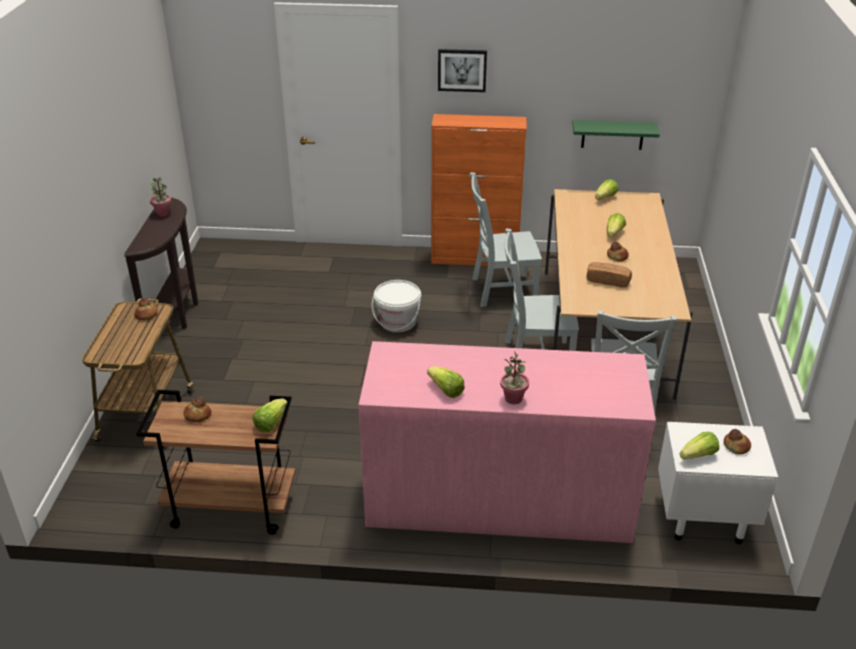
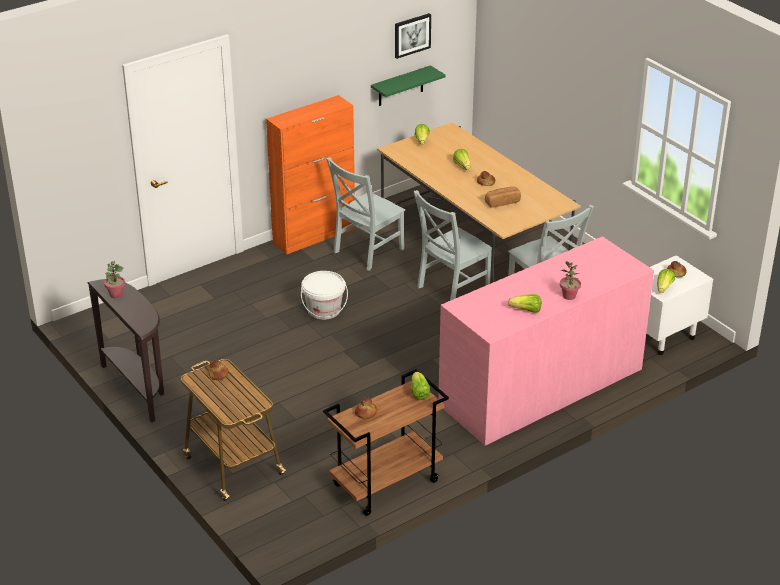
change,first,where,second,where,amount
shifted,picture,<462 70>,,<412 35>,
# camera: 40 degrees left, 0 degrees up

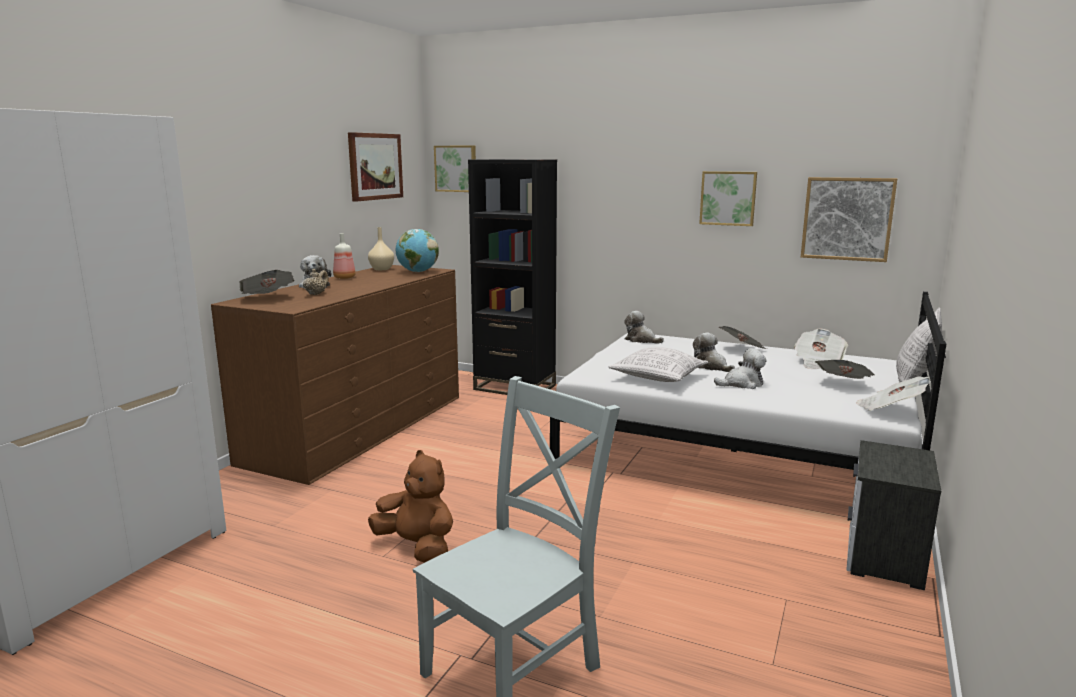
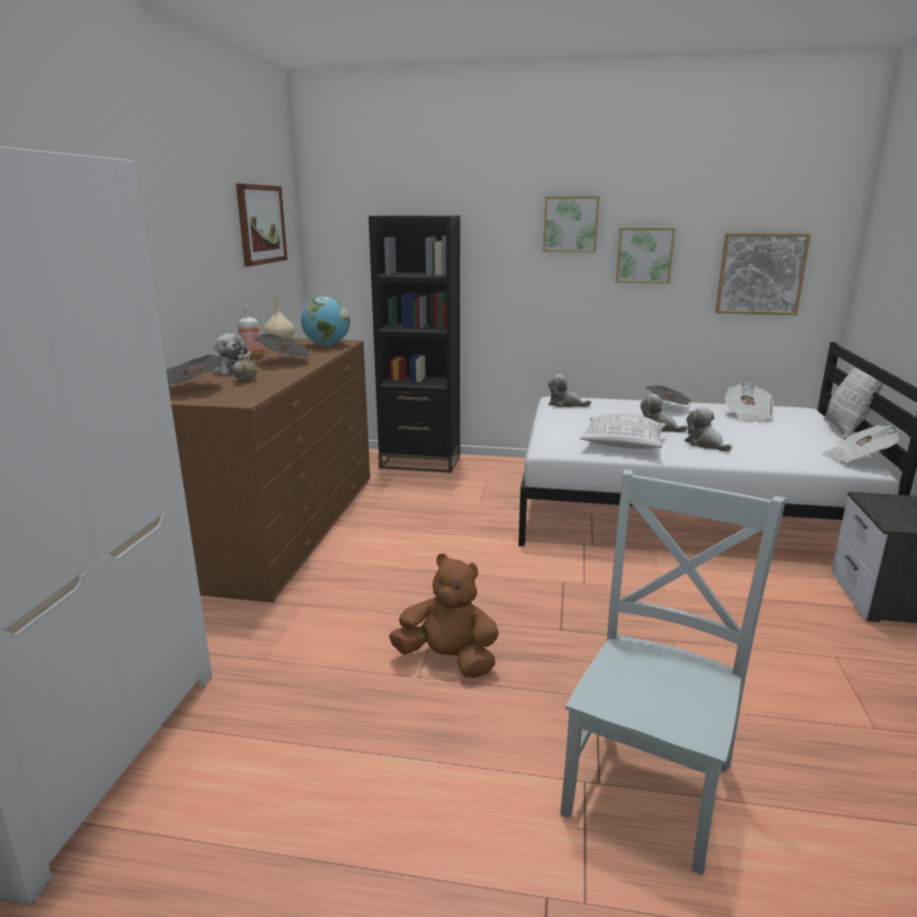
change,first,where,second,where,amount
shifted,picture,<456 168>,,<570 224>,
shifted,printed paper,<843 384>,,<286 361>,
rotated,soft toy,<742 384>,,<705 444>,90 degrees counterclockwise
# camera: 15 degrees left, 5 degrees up

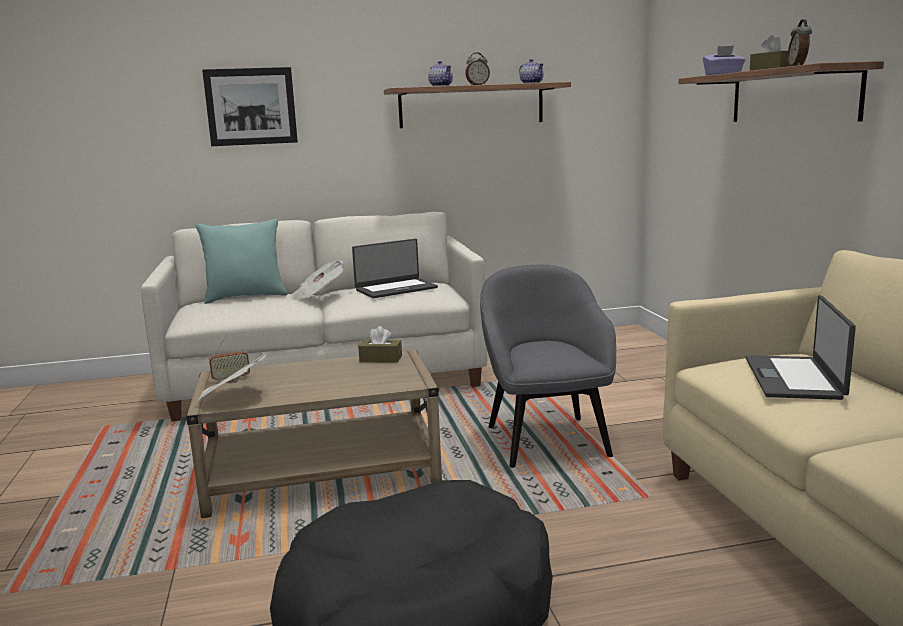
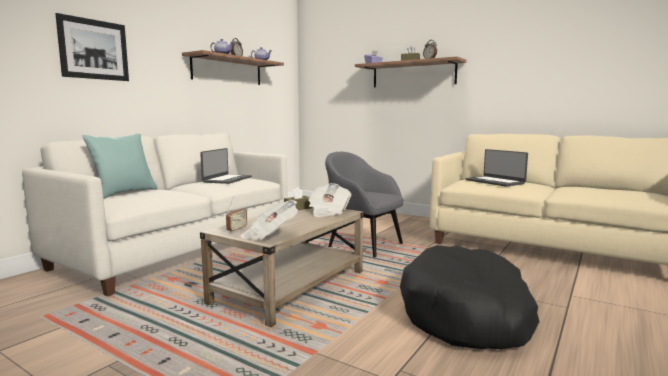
change,first,where,second,where,amount
shifted,printed paper,<318 294>,,<328 212>,
# camera: 45 degrees left, 5 degrees down

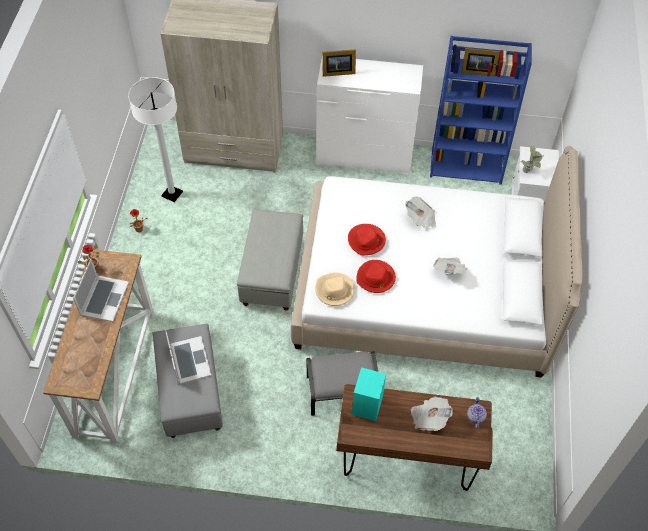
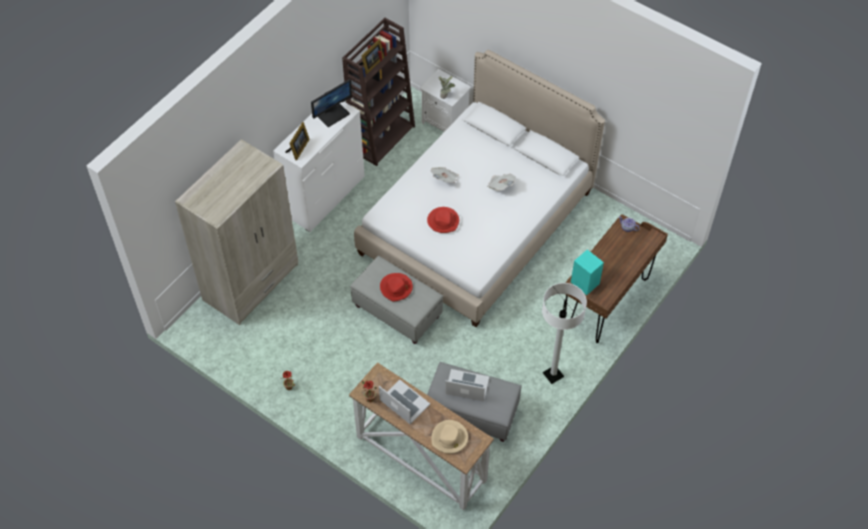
change,first,where,second,where,amount
gone,ottoman (gray),<341 393>,,,
gone,printed paper,<429 418>,,,
new,,,computer display,<333 115>,
shifted,floor lamp (whitish),<172 194>,,<553 375>,
shifted,hat (beige),<334 290>,,<449 438>,
shifted,hat (reddish),<376 278>,,<396 288>,
repainted,bookshelf (bluish),<467 166>,bookshelf (brown-coloured),<382 137>,
# camera: 60 degrees left, 0 degrees up

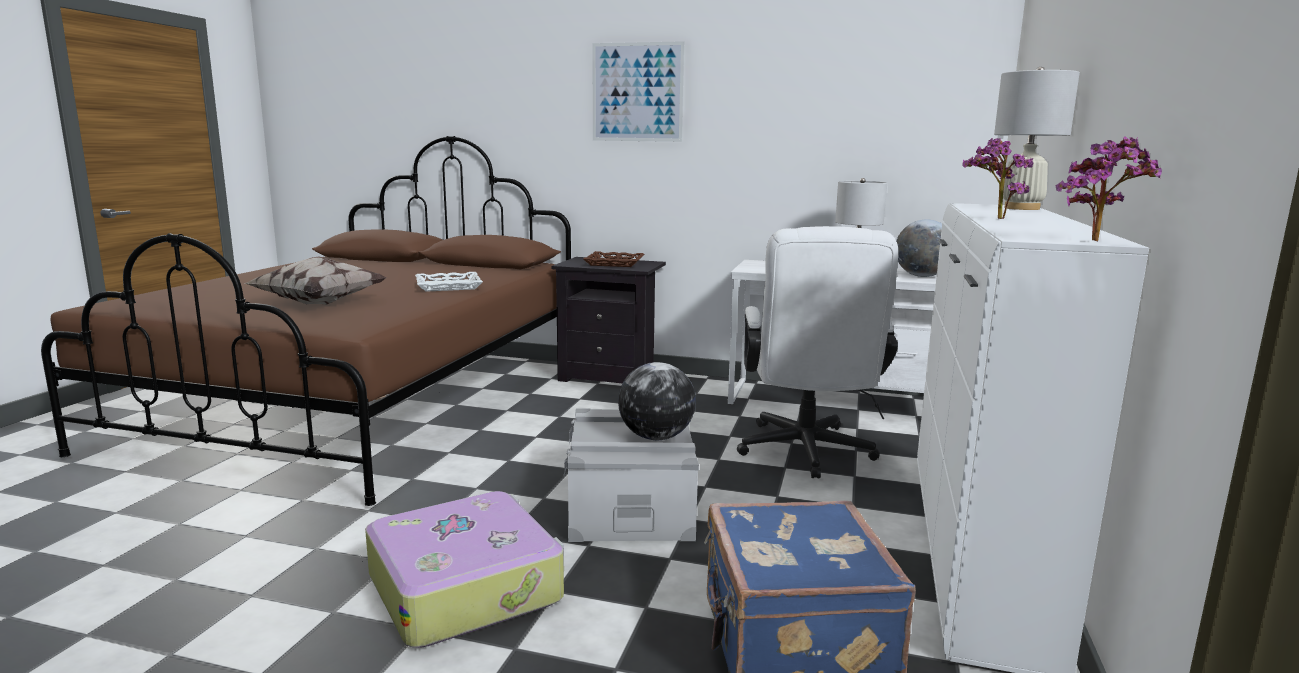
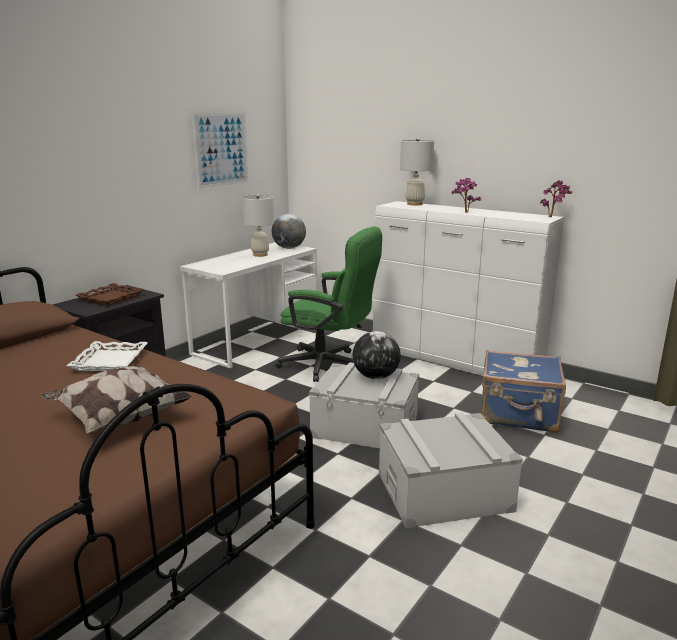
change,first,where,second,where,amount
shifted,picture,<637 92>,,<221 149>,
swapped,suitcase,<466 586>,storage bin (gray),<443 492>,
repainted,office chair (whitish),<806 454>,office chair (green-coloured),<329 366>,
# camera: 70 degrees left, 5 degrees up

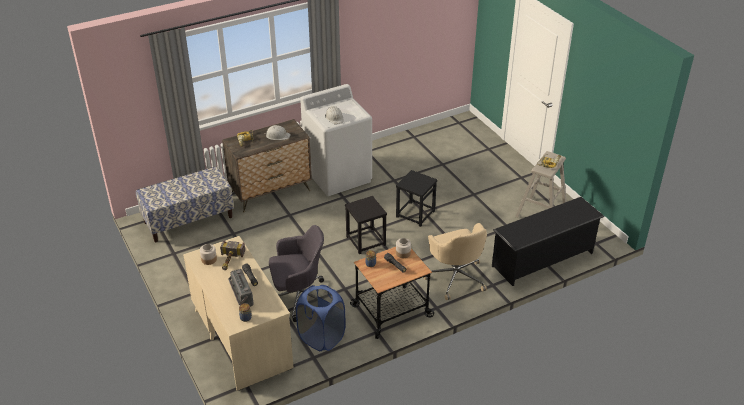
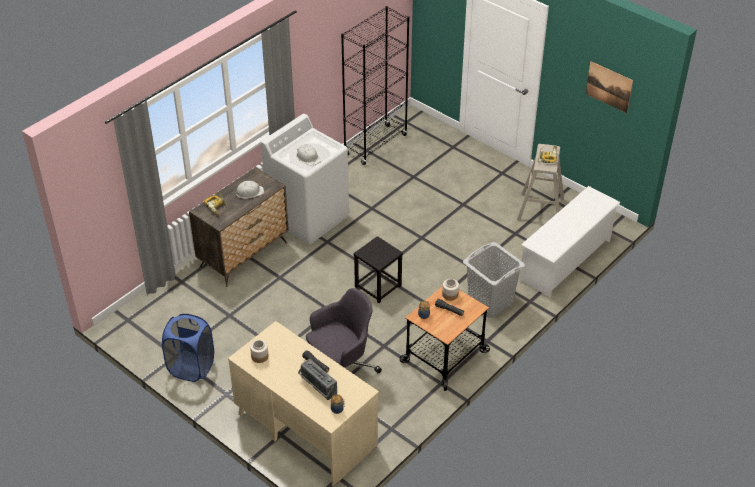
change,first,where,second,where,amount
gone,bench,<188 219>,,,
gone,tool hammer,<229 261>,,,
gone,stool (blackish),<415 214>,,,
new,,,bookshelf (blackish),<375 145>,
new,,,picture,<609 87>,
shifted,laundry basket (bluish),<321 337>,,<191 367>,
swapped,office chair (beige),<455 277>,laundry basket (gray),<490 303>,
repainted,shoe shelf (blackish),<543 259>,shoe shelf (whitish),<566 260>,
# camera: 20 degrees left, 5 degrees up

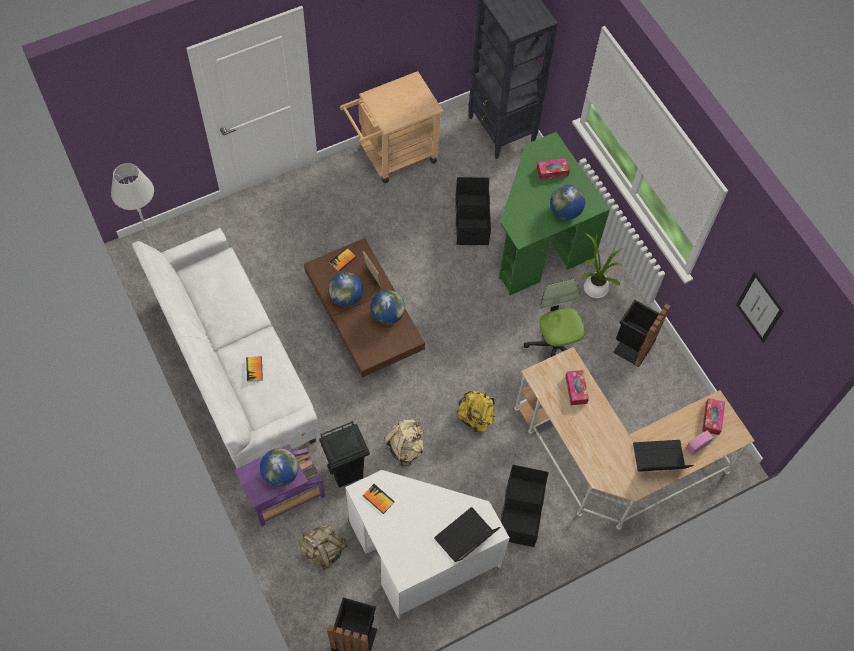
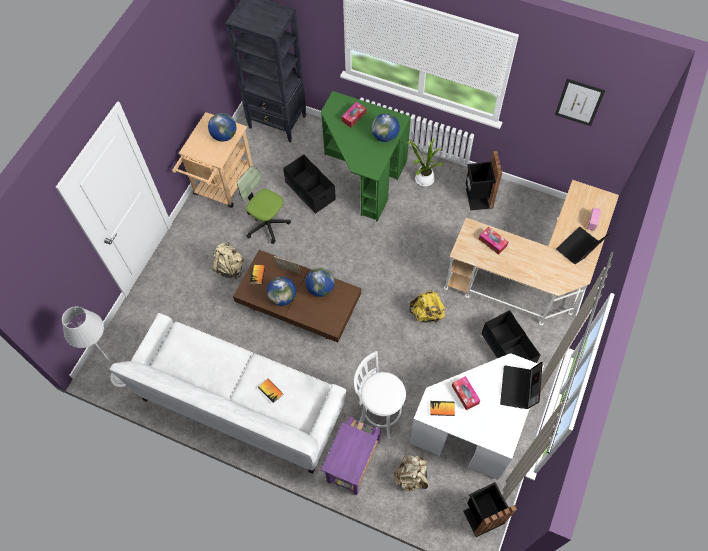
change,first,where,second,where,amount
shifted,world globe,<280 474>,,<224 136>,
shifted,rucksack (beige),<405 447>,,<230 267>,
shifted,office chair,<554 346>,,<267 224>,
shifted,tissue holder,<712 418>,,<465 394>,
swapped,trash can (blackish),<347 472>,stool (whitish),<379 413>,
# camera: 35 degrees left, 0 degrees up

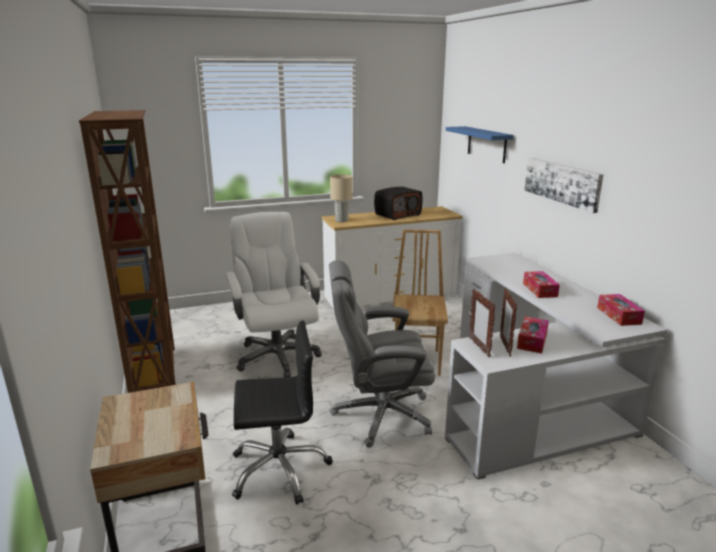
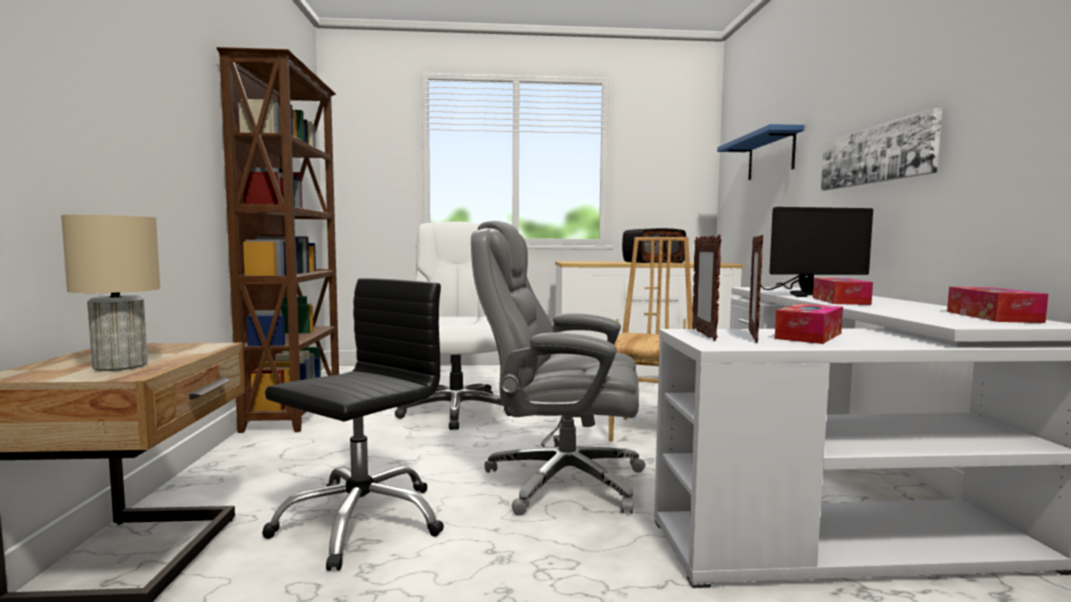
change,first,where,second,where,amount
new,,,computer display,<804 294>,
shifted,table lamp (beige),<341 220>,,<119 366>,
rotated,office chair (blackish),<279 469>,,<360 521>,60 degrees counterclockwise
# camera: 15 degrees right, 15 degrees down

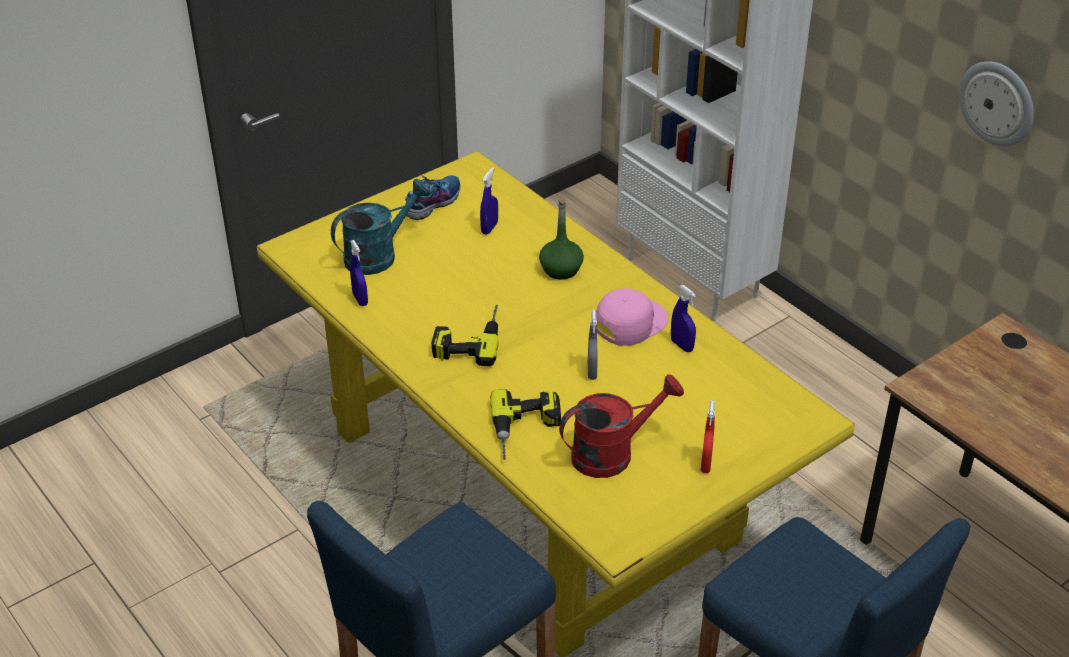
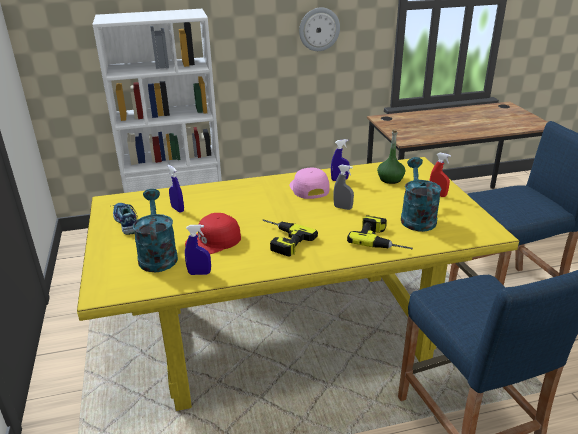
change,first,where,second,where,amount
new,,,peaked cap (reddish),<214 241>,
shifted,bottle (green-coloured),<561 269>,,<390 179>,
repainted,sprinkling can (reddish),<612 453>,sprinkling can (turquoise-coloured),<416 217>,
# camera: 65 degrees left, 10 degrees down

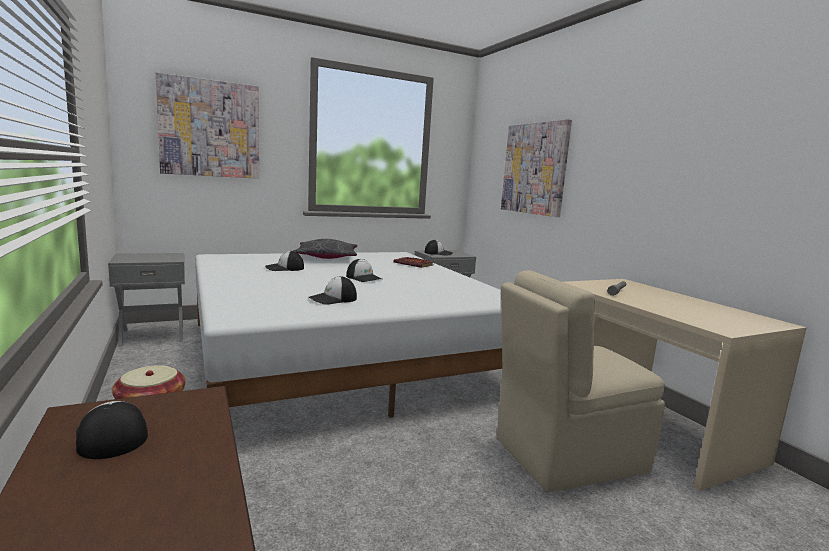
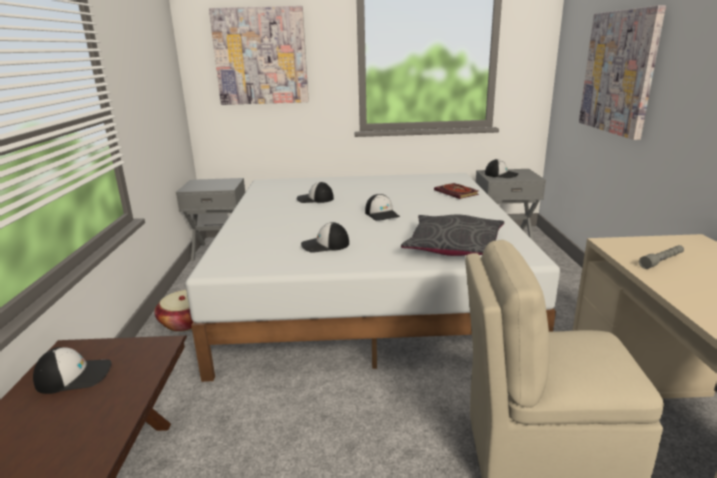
change,first,where,second,where,amount
shifted,pillow (gray),<326 257>,,<454 246>,
rotated,peaked cap,<110 435>,,<74 376>,90 degrees clockwise
# camera: 25 degrees right, 10 degrees up

